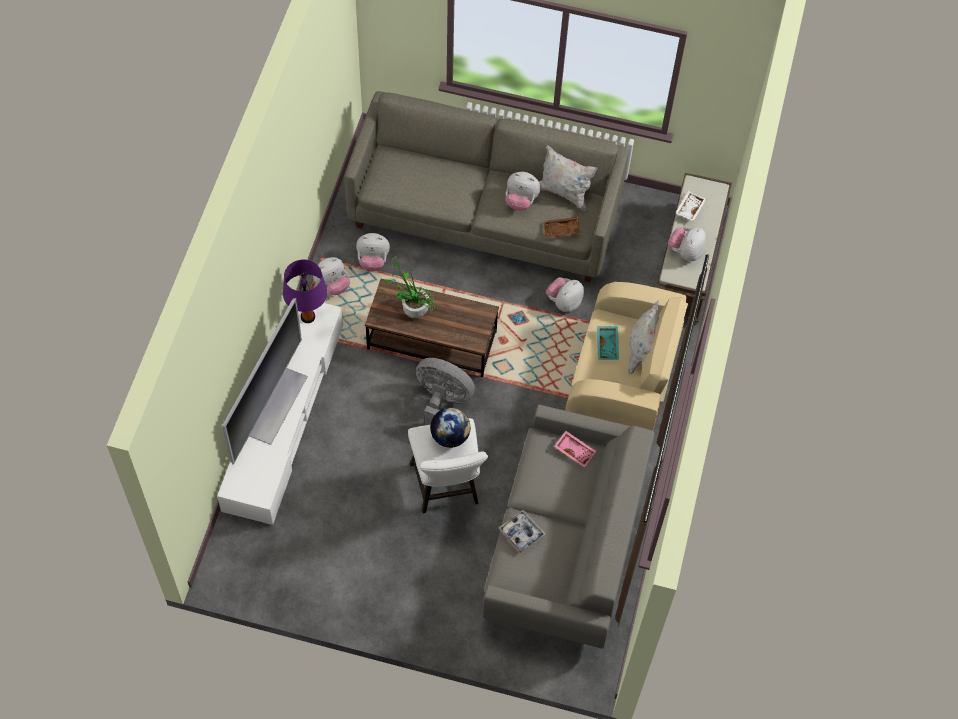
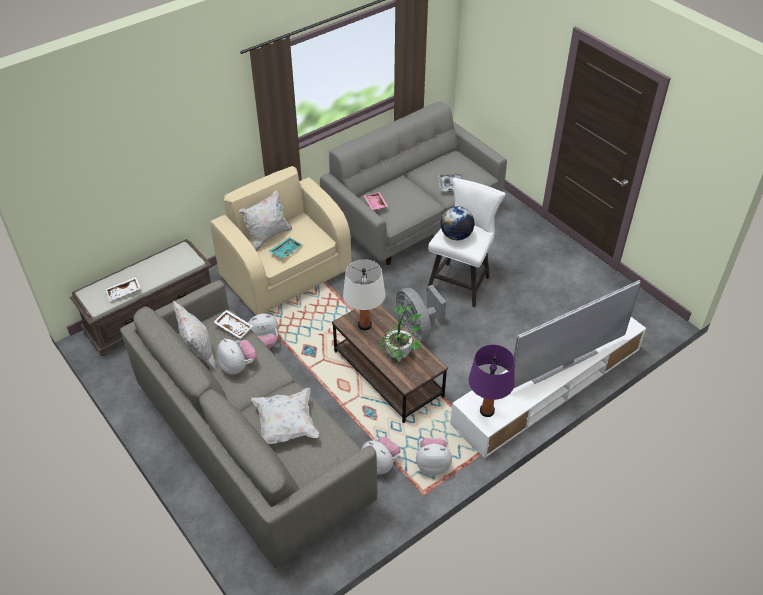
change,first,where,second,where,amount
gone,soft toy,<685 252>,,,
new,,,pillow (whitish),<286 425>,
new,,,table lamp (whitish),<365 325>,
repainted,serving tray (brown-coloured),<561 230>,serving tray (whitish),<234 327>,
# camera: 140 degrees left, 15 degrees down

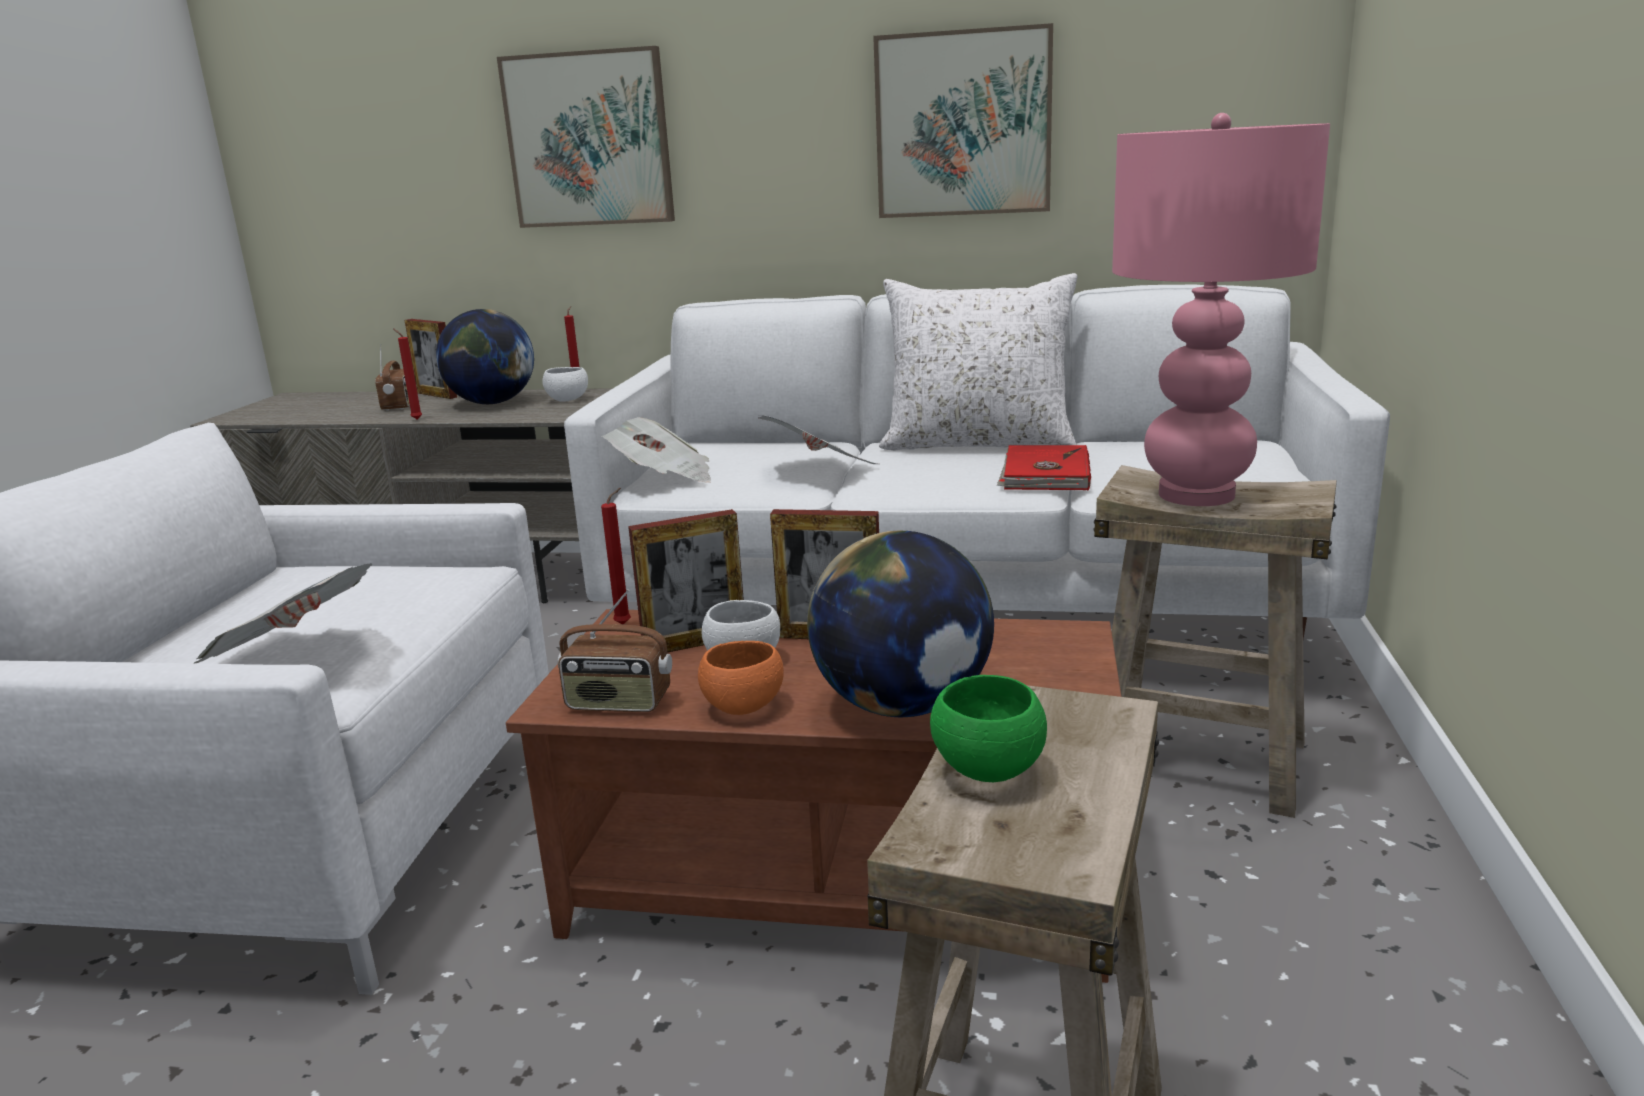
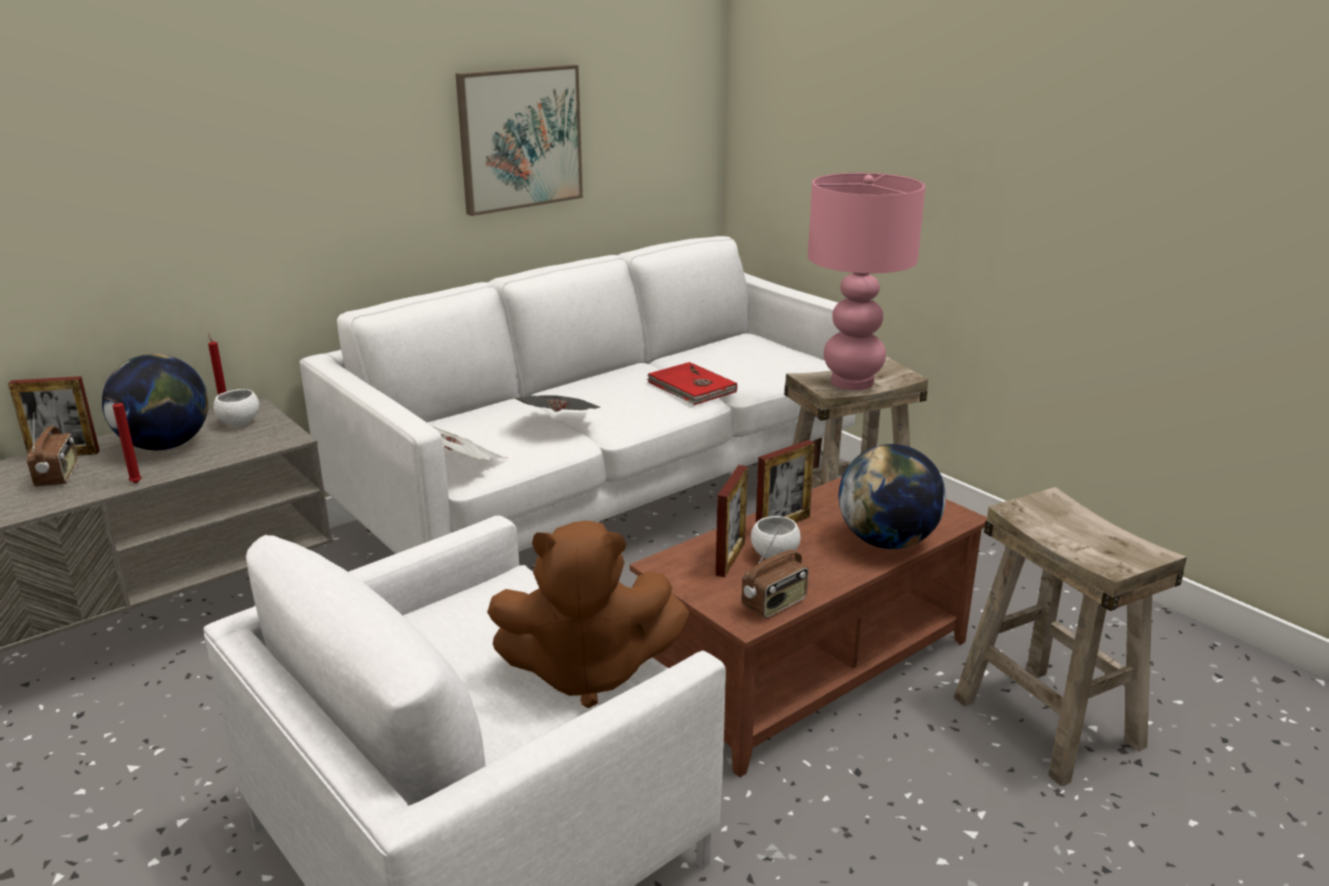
change,first,where,second,where,amount
gone,picture,<589 140>,,,
gone,candle (reddish),<625 624>,,,
gone,bowl (orange-coloured),<744 707>,,,
gone,pillow (whitish),<978 444>,,,
gone,bowl (green-coloured),<988 769>,,,
swapped,printed paper,<293 657>,soft toy (brown-coloured),<587 672>,
rotated,radio,<399 406>,,<58 476>,45 degrees clockwise
# camera: 50 degrees left, 5 degrees up

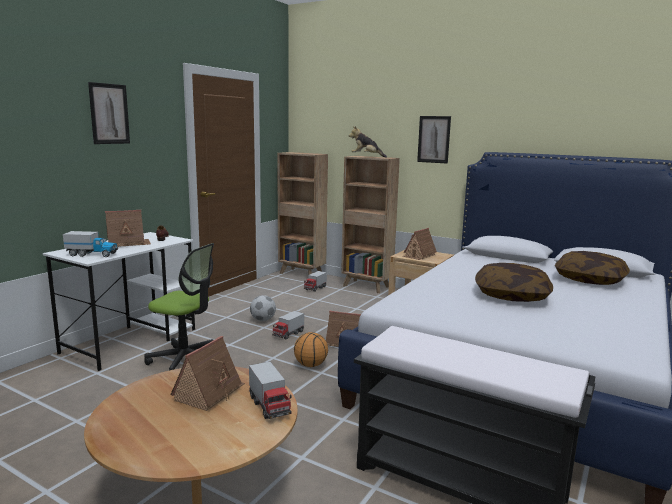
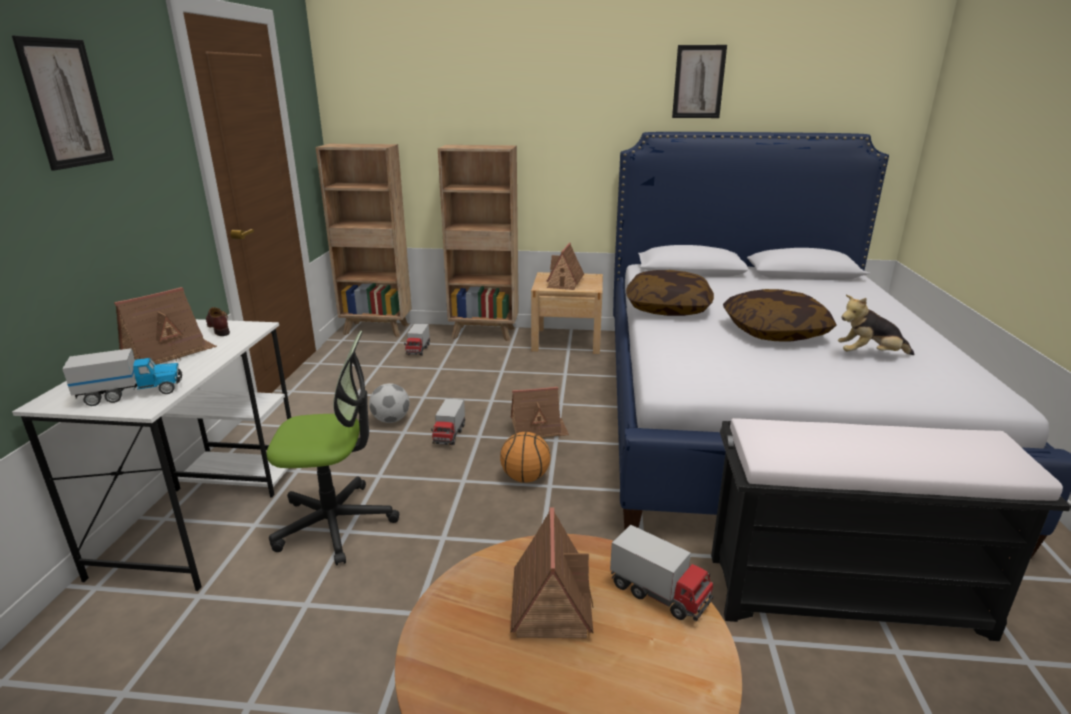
change,first,where,second,where,amount
shifted,soft toy,<366 156>,,<869 355>,
shifted,picture,<434 139>,,<698 82>,
shifted,pillow,<590 279>,,<668 308>,
# camera: 25 degrees left, 10 degrees up

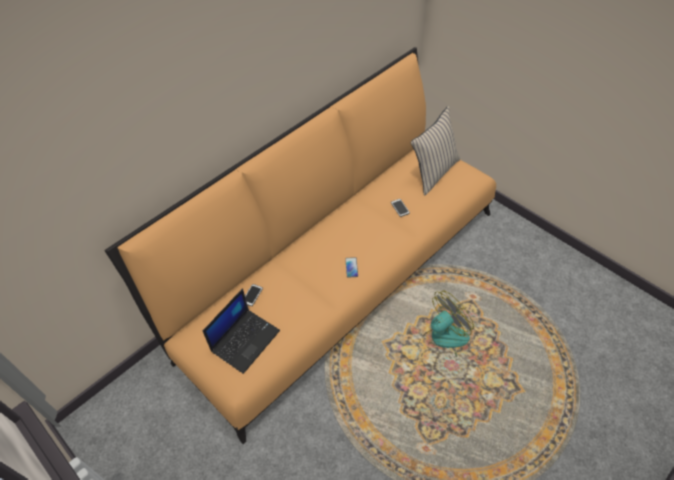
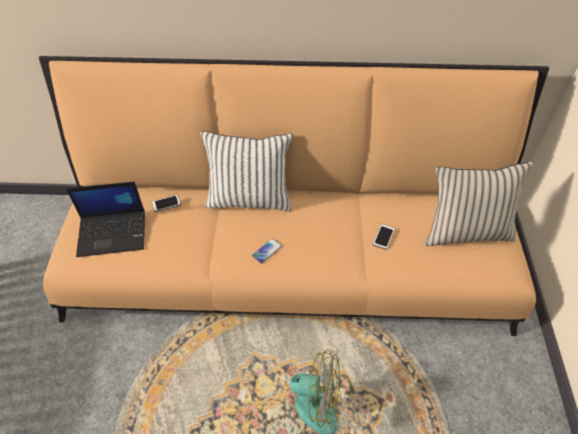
change,first,where,second,where,amount
new,,,pillow (whitish),<249 198>,
# camera: 45 degrees right, 0 degrees up

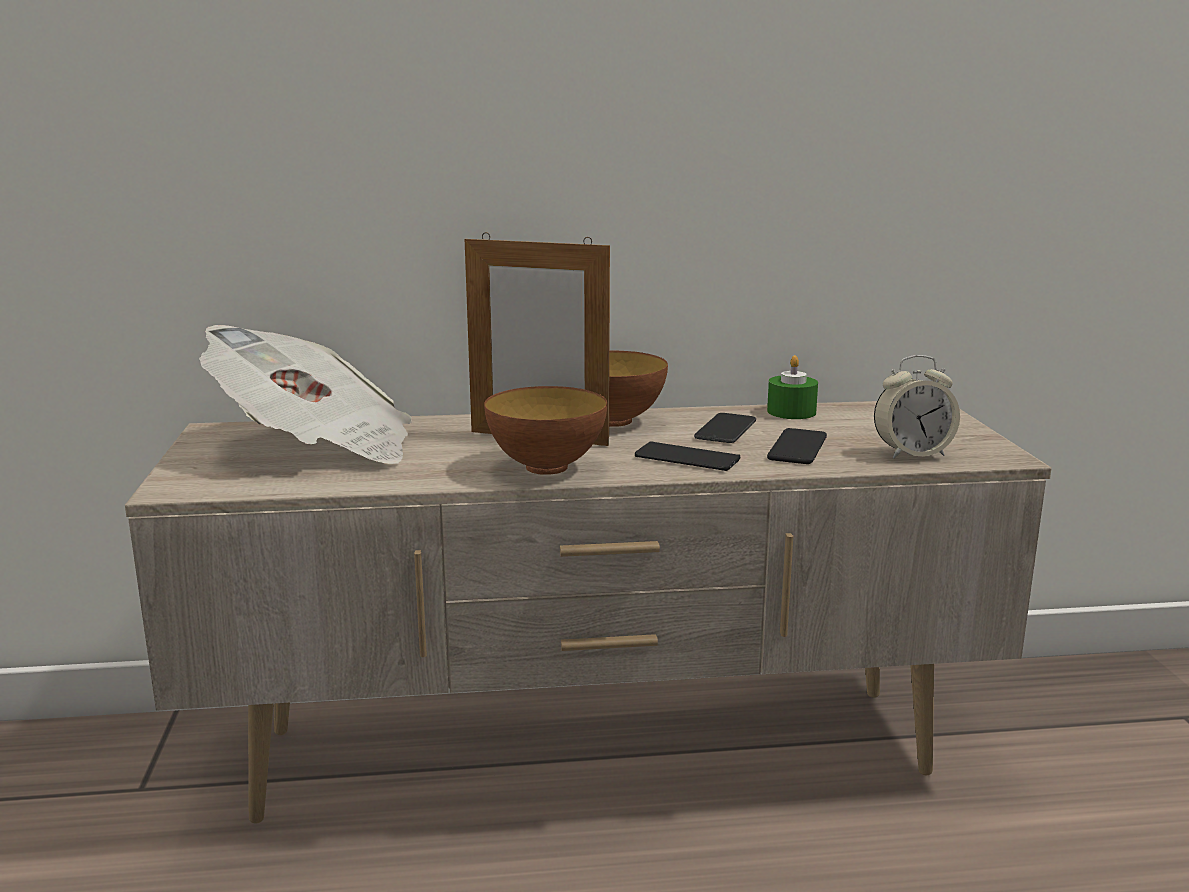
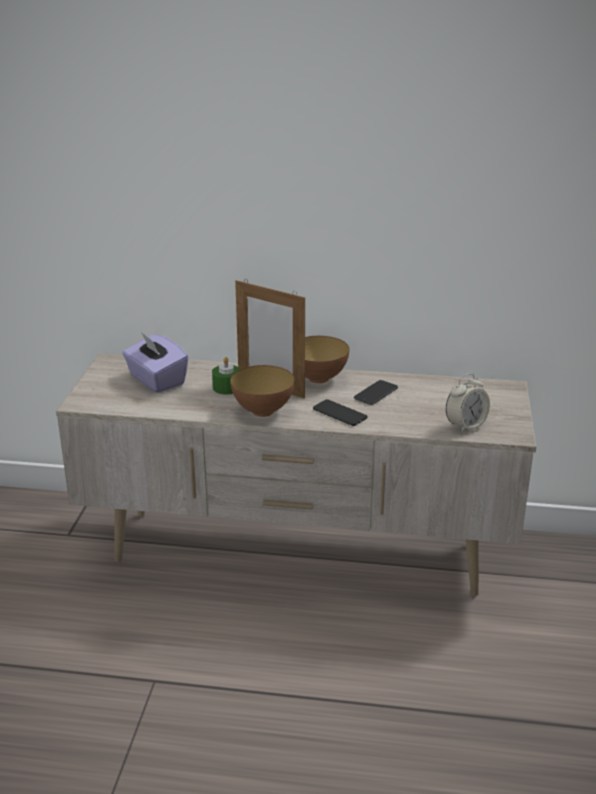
change,first,where,second,where,amount
gone,telephone,<797 447>,,,
shifted,candle (green-coloured),<791 412>,,<227 387>,
swapped,printed paper,<318 446>,tissue holder (purple),<156 380>,
rotated,alarm clock,<912 453>,,<465 426>,45 degrees counterclockwise
# camera: 15 degrees right, 10 degrees up

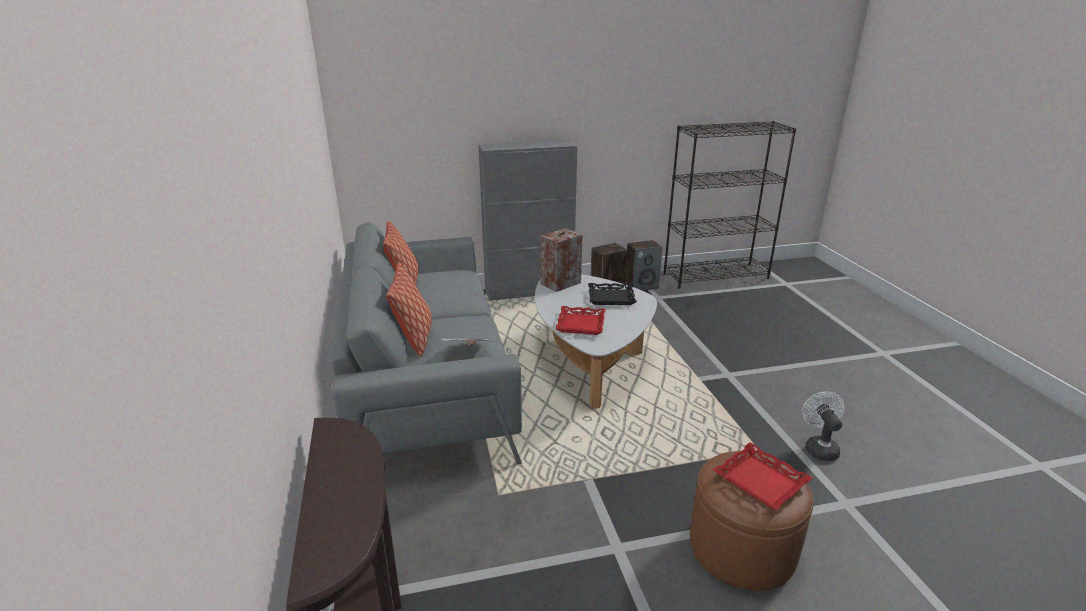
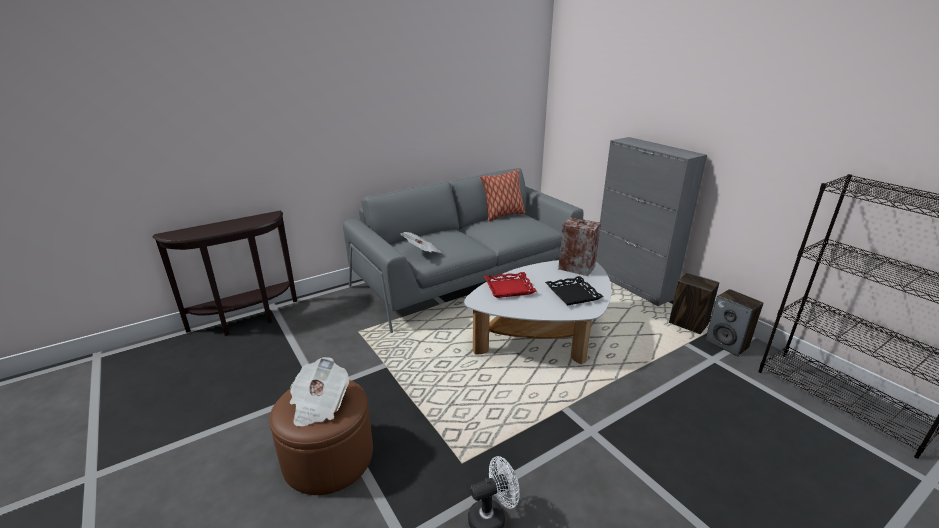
change,first,where,second,where,amount
gone,pillow,<414 339>,,,
swapped,serving tray (reddish),<761 480>,printed paper,<319 405>,
# camera: 70 degrees right, 0 degrees up

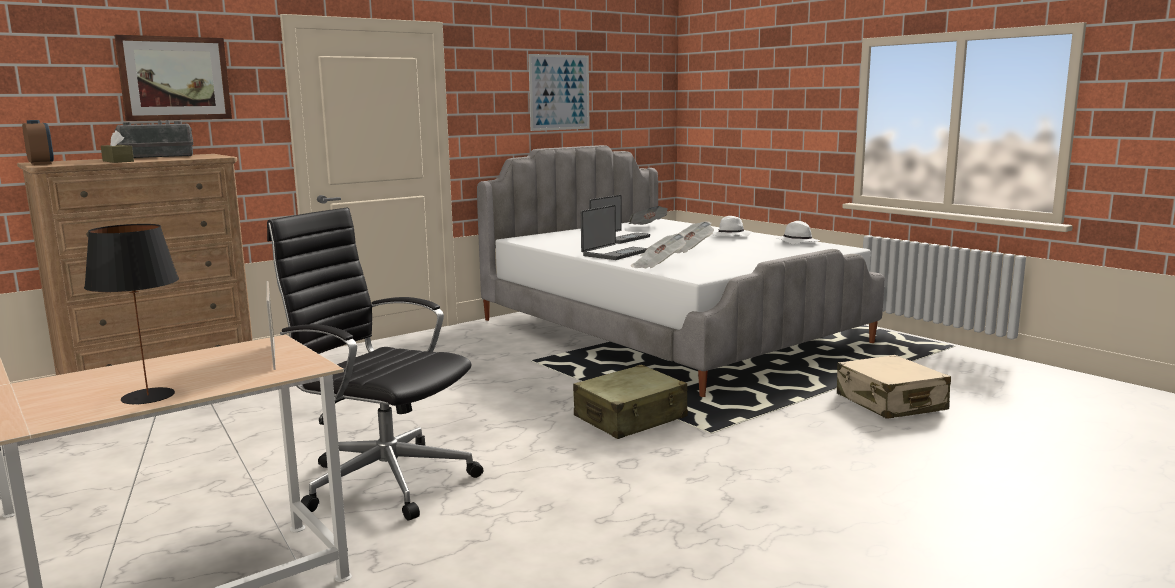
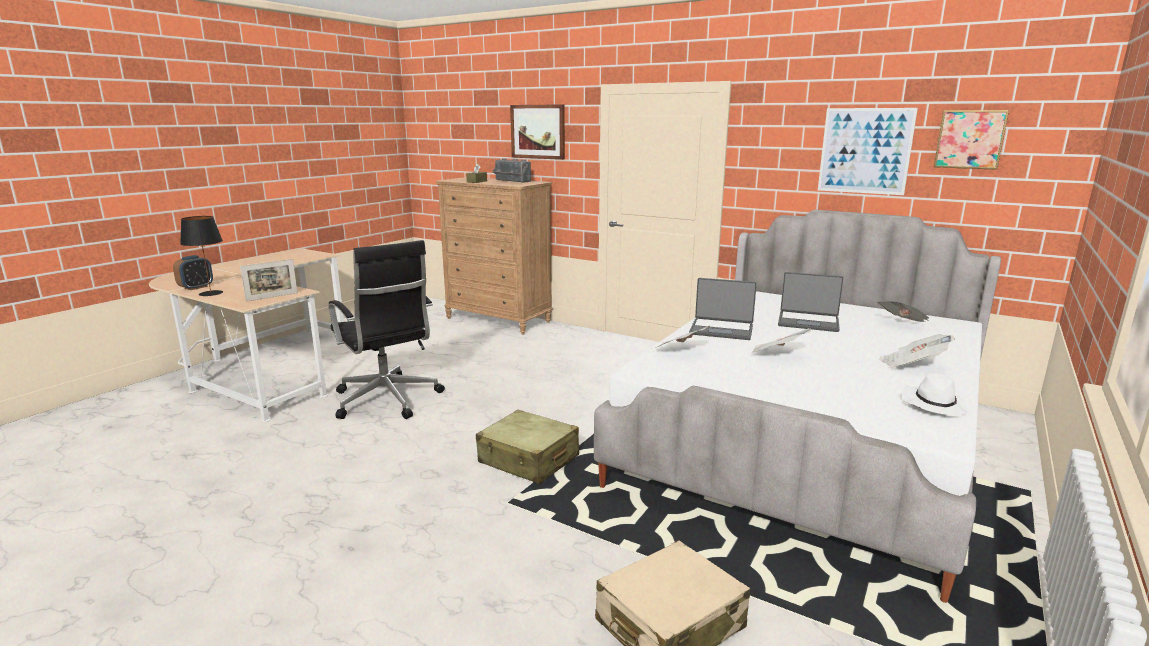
change,first,where,second,where,amount
new,,,picture,<970 139>,
shifted,alarm clock,<41 164>,,<196 287>,
swapped,hat (whitish),<730 236>,printed paper,<912 366>,
rotated,office chair (blackish),<384 480>,,<387 400>,135 degrees clockwise
# camera: 70 degrees right, 5 degrees up

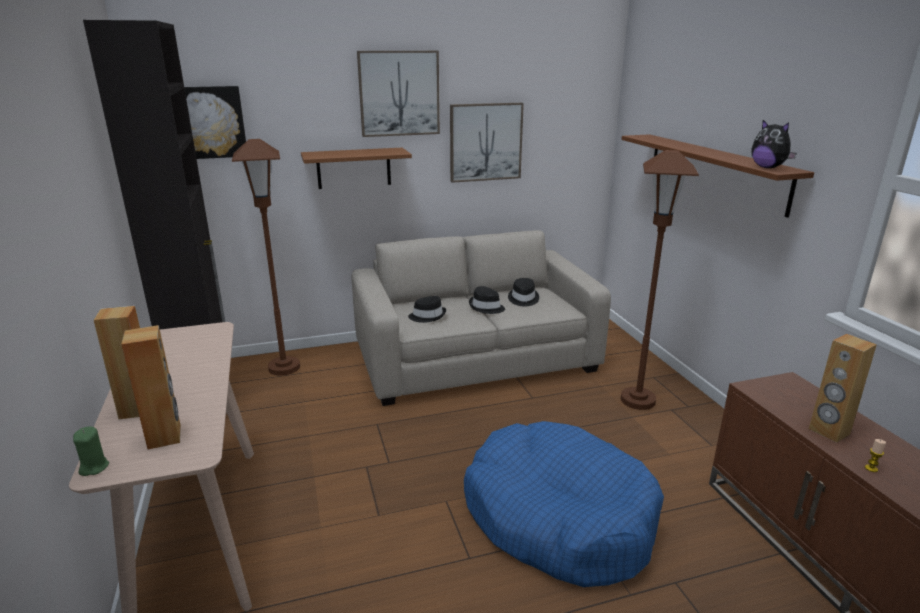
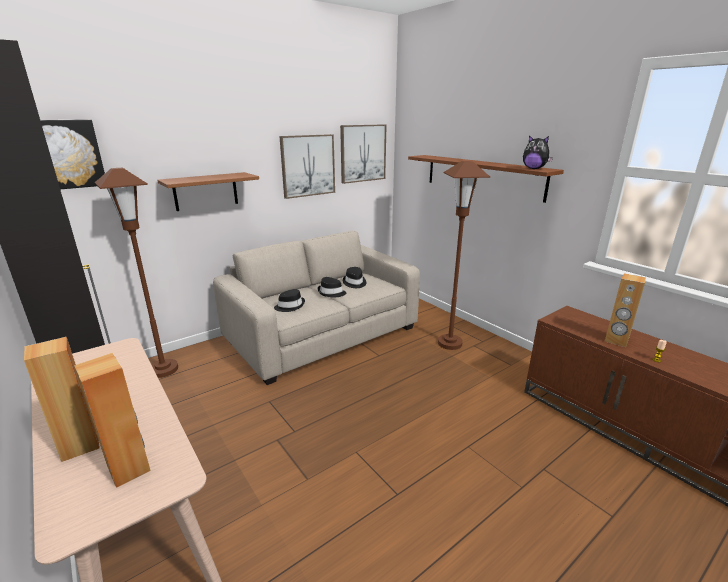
change,first,where,second,where,amount
gone,candle (green-coloured),<94 467>,,,
gone,pet bed (bluish),<558 517>,,,
shifted,picture,<399 93>,,<362 153>,
# camera: 20 degrees left, 0 degrees up

